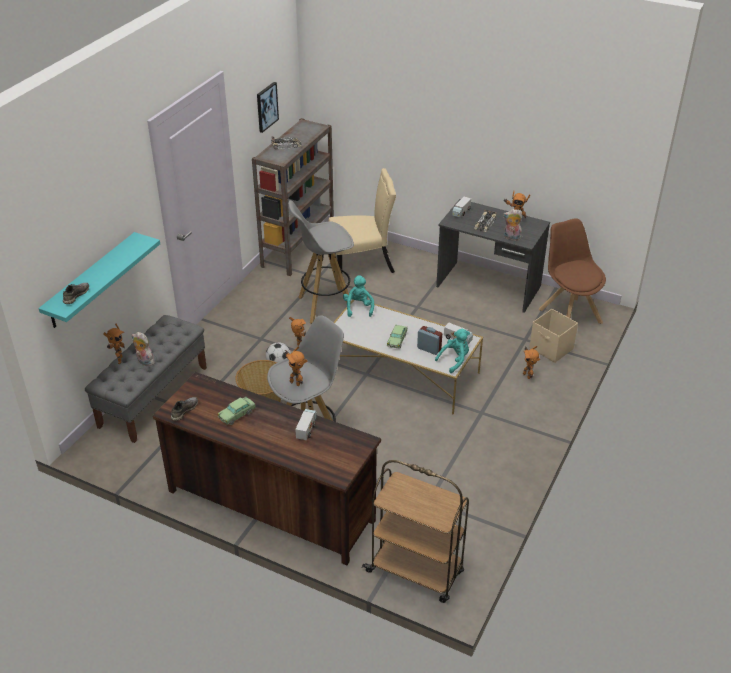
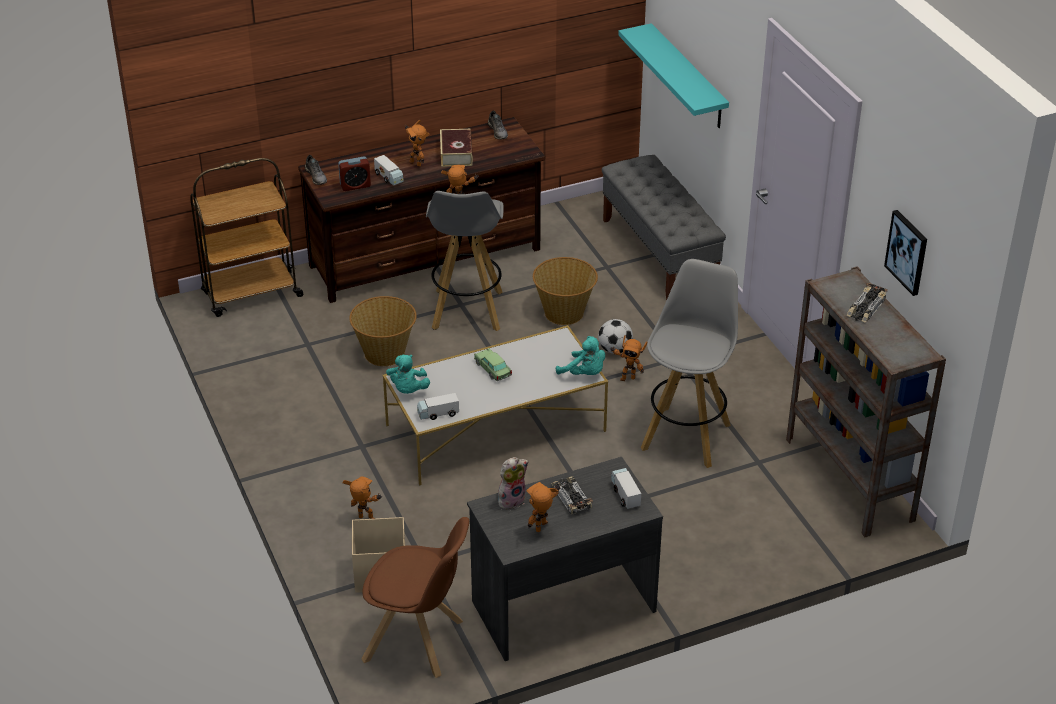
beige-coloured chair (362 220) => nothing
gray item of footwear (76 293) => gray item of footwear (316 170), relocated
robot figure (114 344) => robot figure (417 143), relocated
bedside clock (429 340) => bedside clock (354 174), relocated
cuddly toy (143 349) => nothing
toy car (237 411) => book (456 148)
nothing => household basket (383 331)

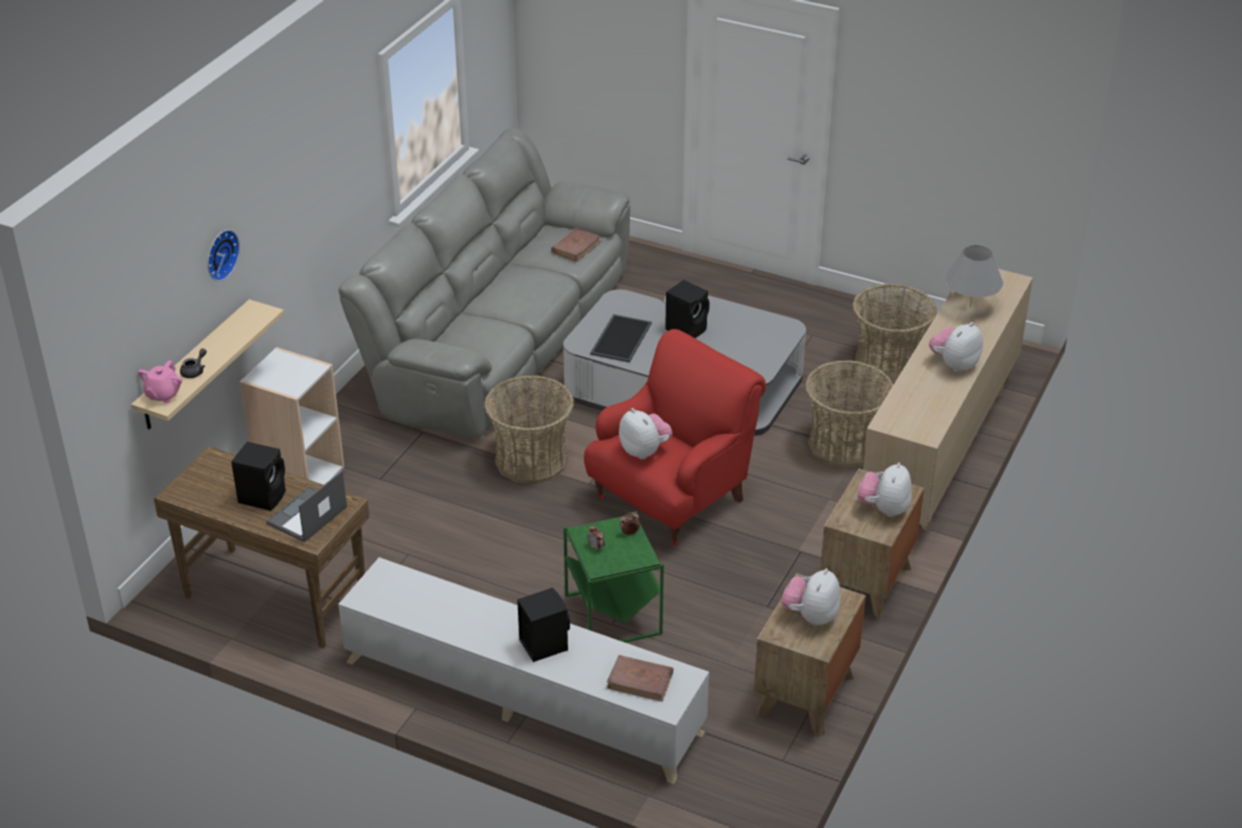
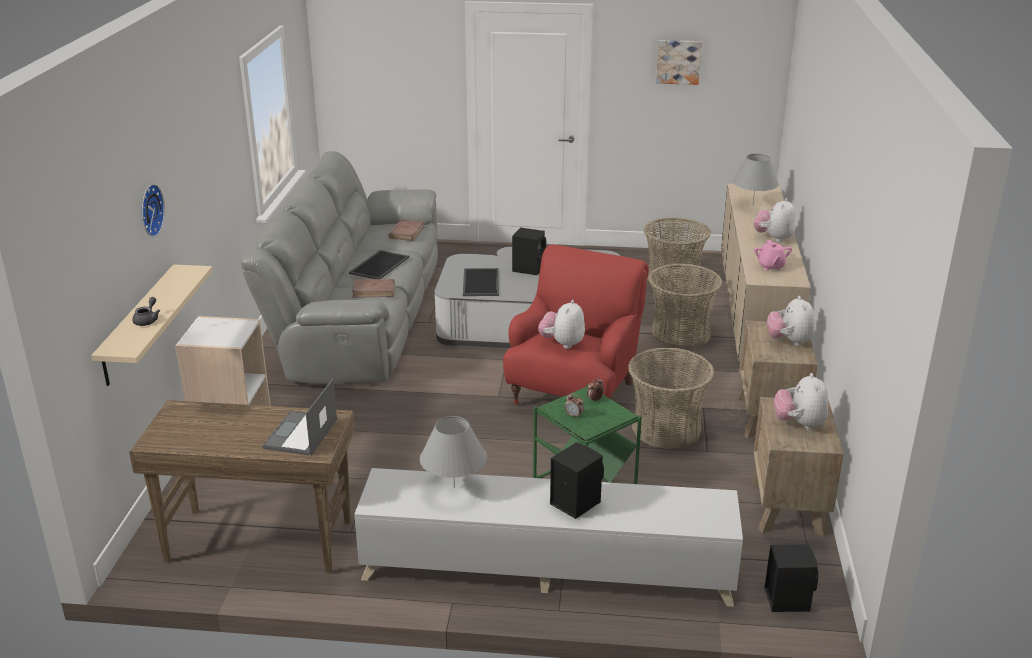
pinkish tea pot (160 381) => pinkish tea pot (773 255), relocated
household basket (529 430) => household basket (671 398), relocated
cuddly toy (645 434) => cuddly toy (561 324), 105 degrees counterclockwise
blackish loudspeaker (258 476) => blackish loudspeaker (791 578), relocated
brown-coloured book (640 678) => brown-coloured book (373 288), relocated
nothing => picture (679 62)
nothing => tray (379 264)
nothing => gray tabletop lamp (453 452)

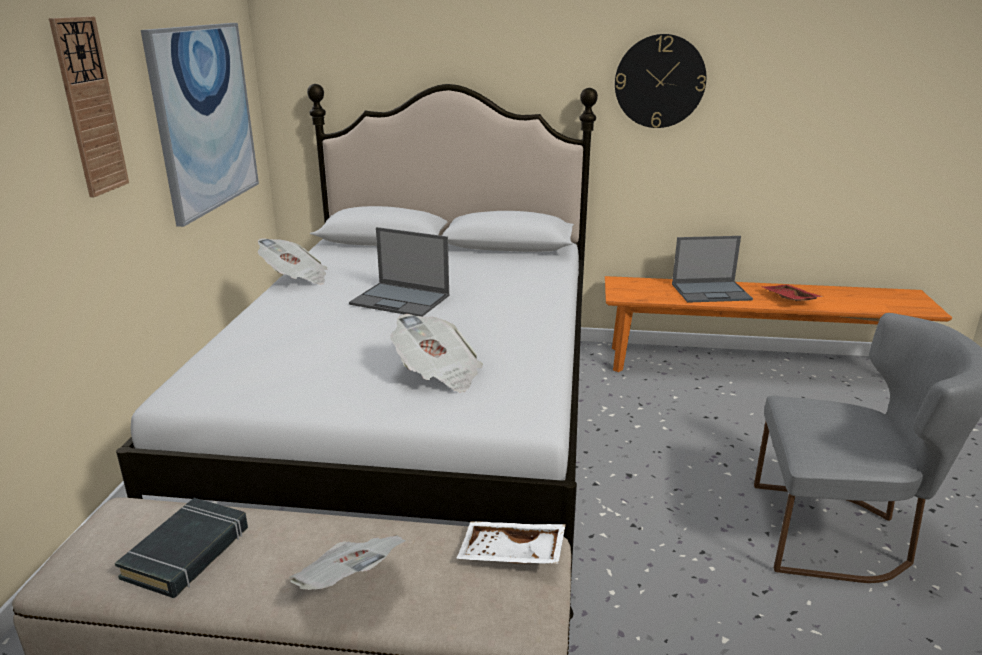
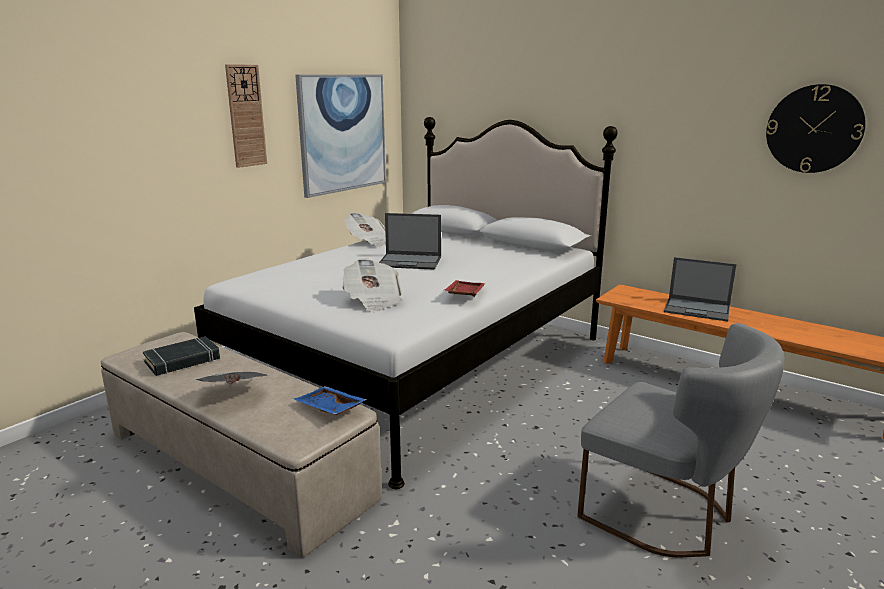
wall clock (660 81) => wall clock (816 128), relocated
notebook computer (399 271) => notebook computer (410 241), 45 degrees counterclockwise
red tray (792 292) => red tray (464 288), relocated
white tray (511 543) => blue-coloured tray (330 400)

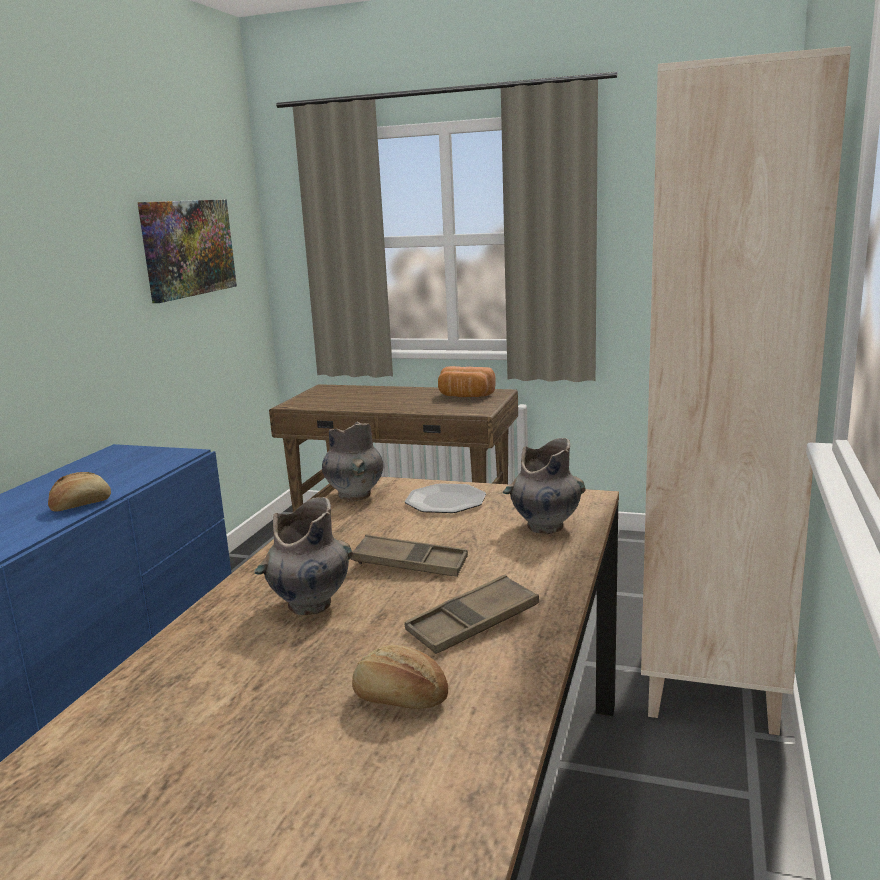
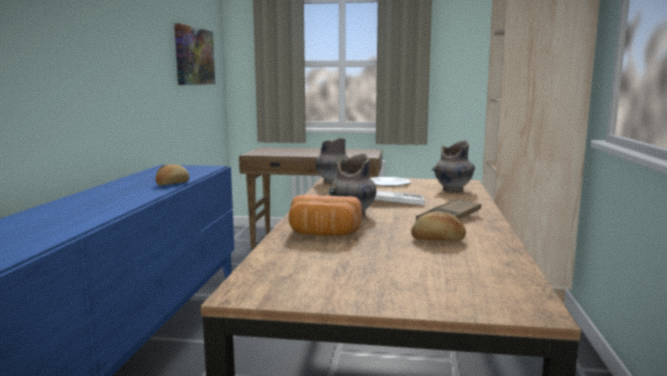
bakery bread (467 381) => bakery bread (325 215), relocated
brown-coloured tray (409 556) => white tray (399 197)

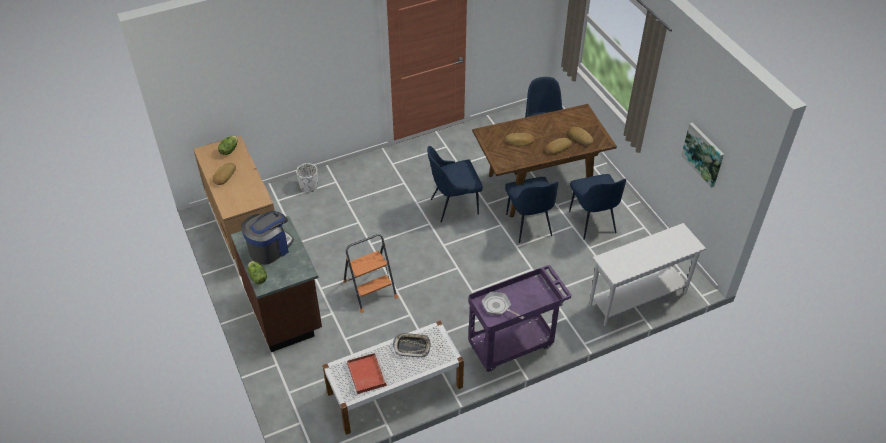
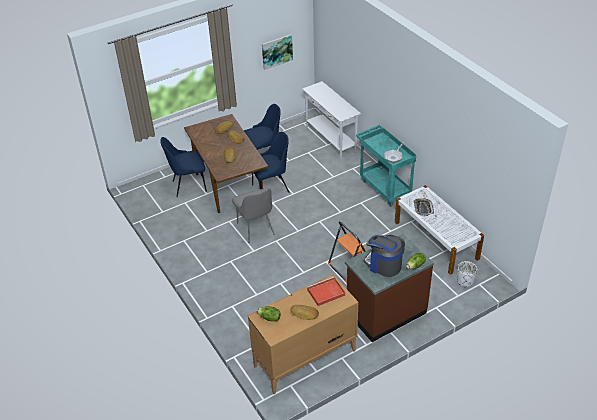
blue-coloured chair (455 184) => gray chair (253 216)
white plant pot (307 177) => white plant pot (467 274), relocated
purplish cart (519 318) => blue-green cart (386 166)
red tray (367 373) => red tray (326 291), relocated

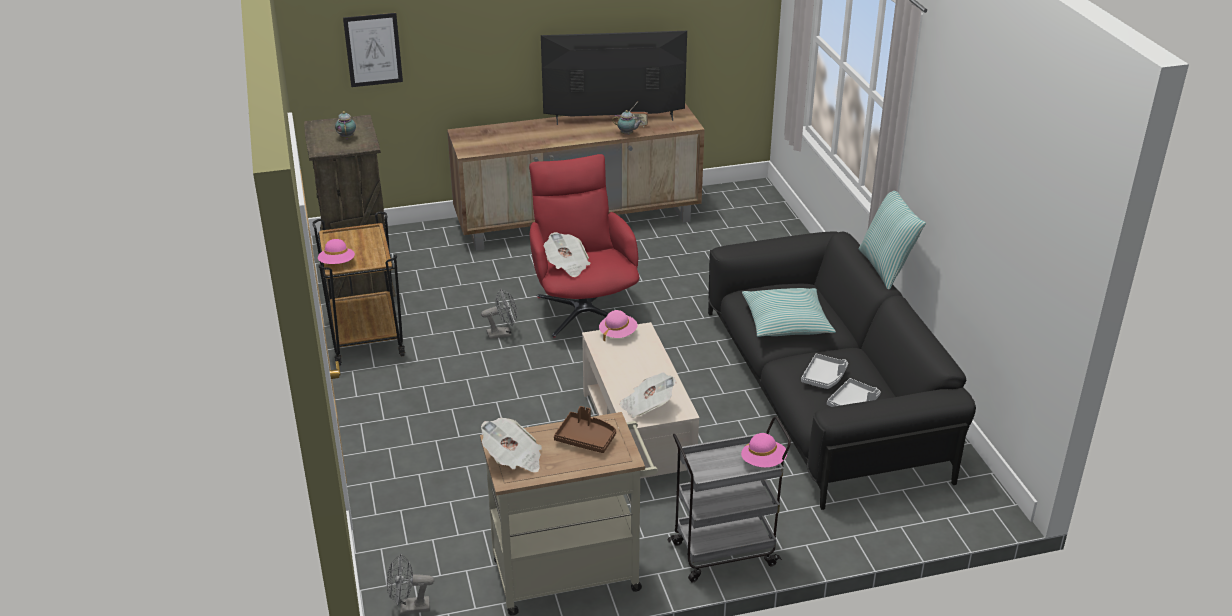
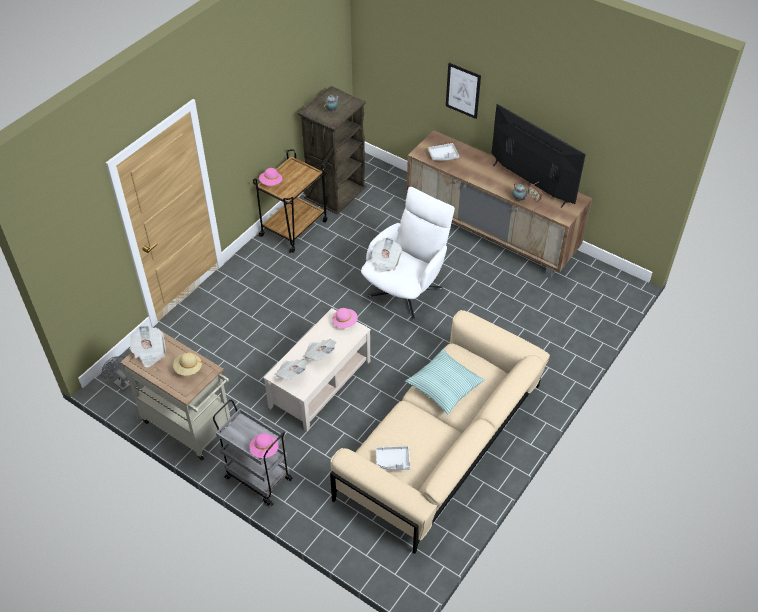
picture (373 50) => picture (463 91), relocated
red armchair (584 246) => white armchair (408 253)
cushion (892 240) => nothing
blackish settee (842 370) => beige-coloured settee (440 432)
gray cooling fan (499 314) => nothing
gray tray (824 371) => gray tray (443 152), relocated
brown-coloured tray (585 429) => beige-coloured wearable hat (188 363)
nothing => printed paper (320 350)

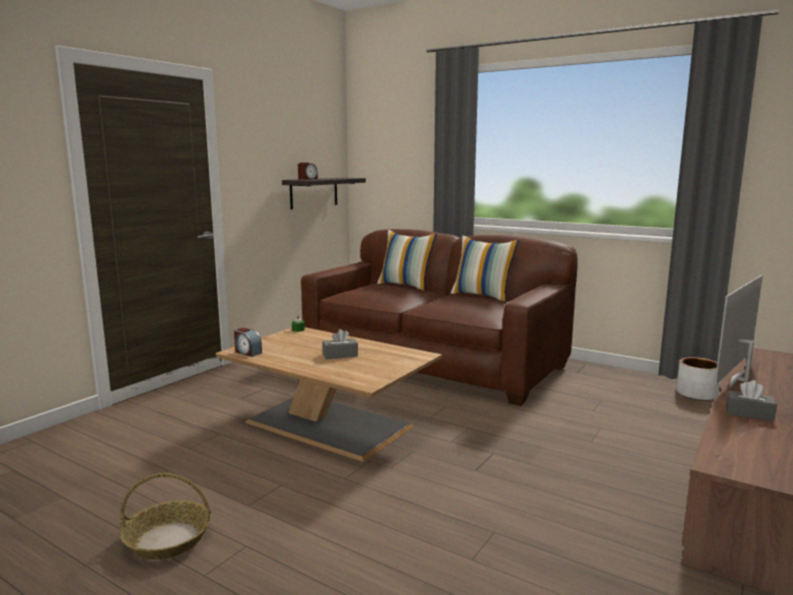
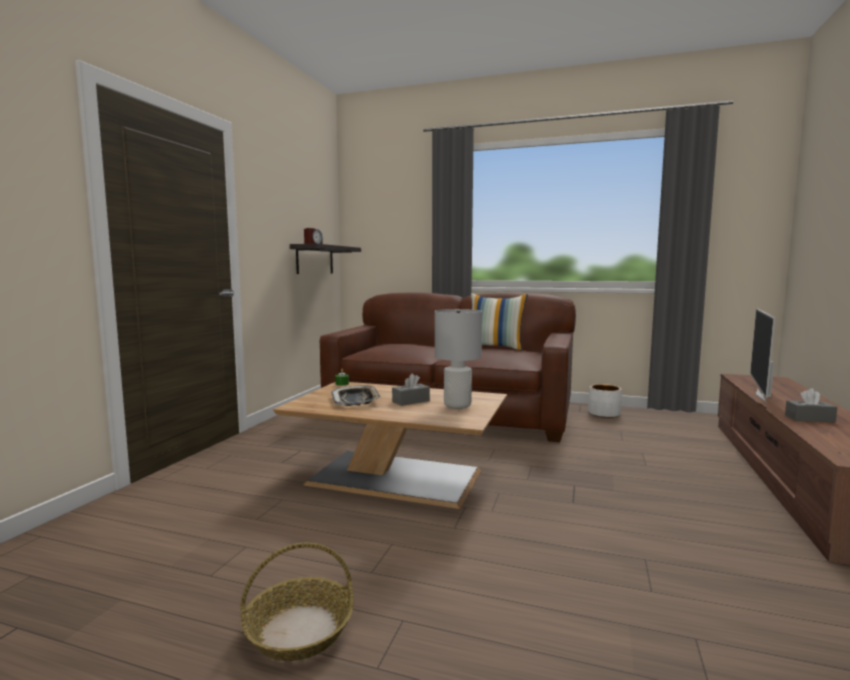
cushion (407 260) => nothing
bedside clock (248 342) => nothing
white plant pot (697 379) => white plant pot (605 401), relocated
nothing => gray tabletop lamp (458 359)
nothing => tray (356 395)

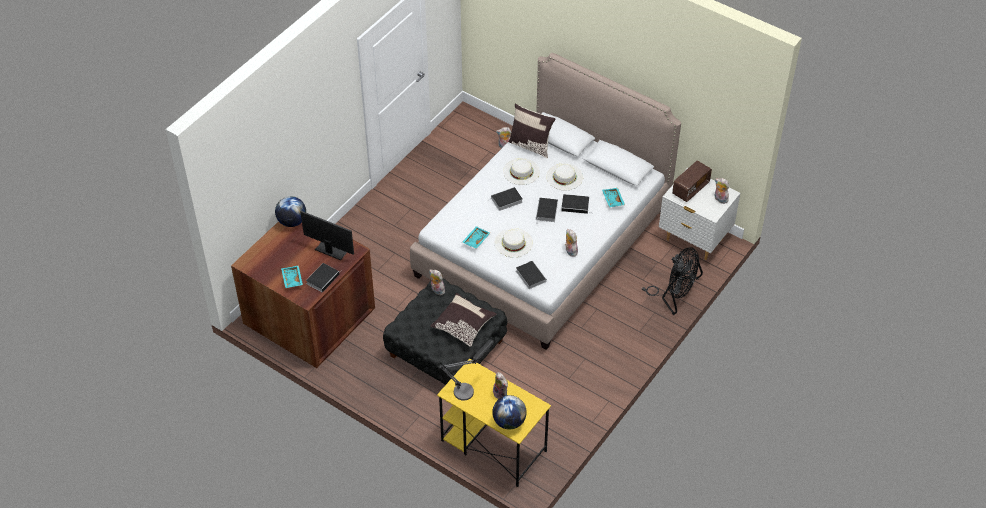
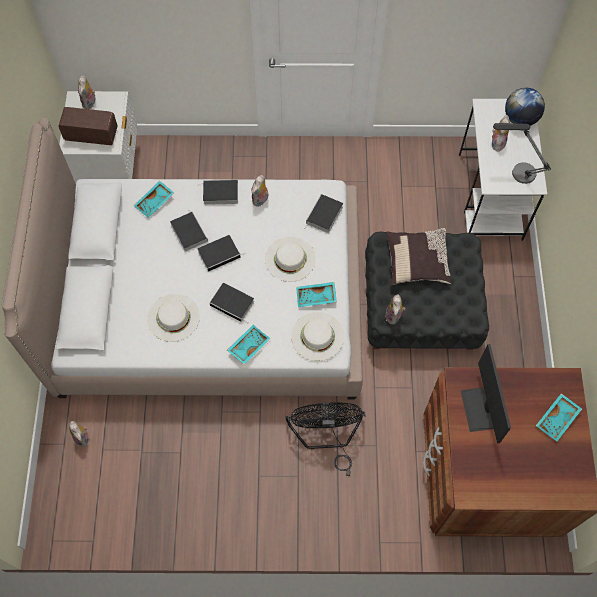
cushion (532 131) => nothing
white wearable hat (564 176) => white wearable hat (317 336), relocated
desk globe (290 211) => nothing
blackish cooling fan (672 281) => blackish cooling fan (325 439), relocated
book (324 278) => book (218 192), relocated
yellowish desk (494 422) => white desk (503 170)
nothing => blue-green tray (249 345)

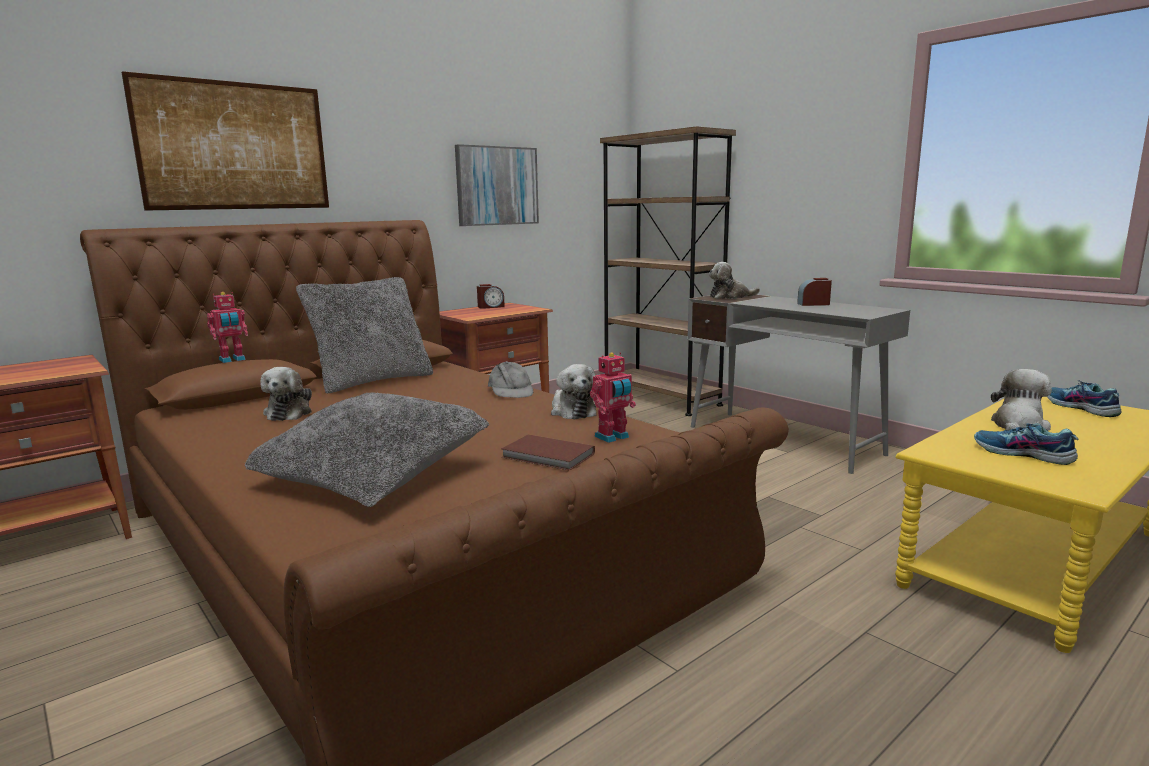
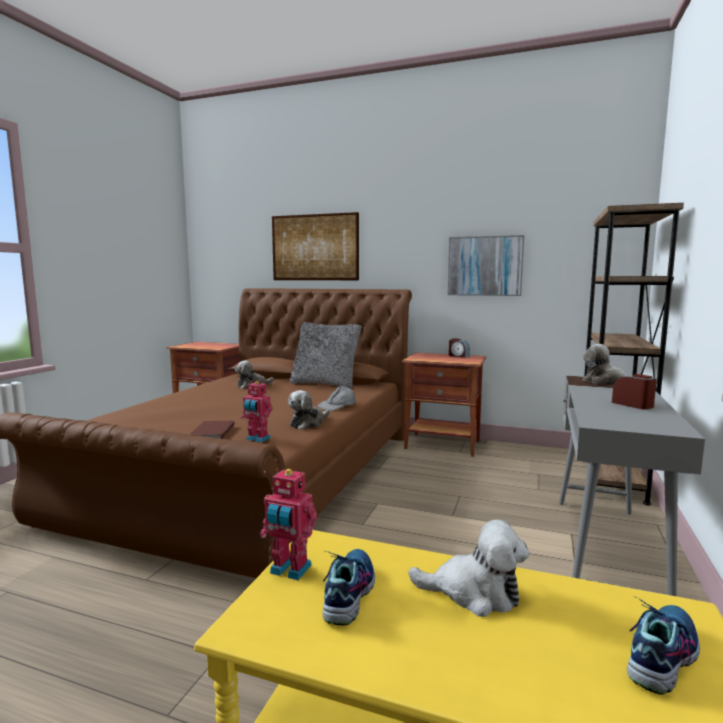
robot figure (227 327) => robot figure (288 524), relocated
gray cushion (367 450) => nothing

